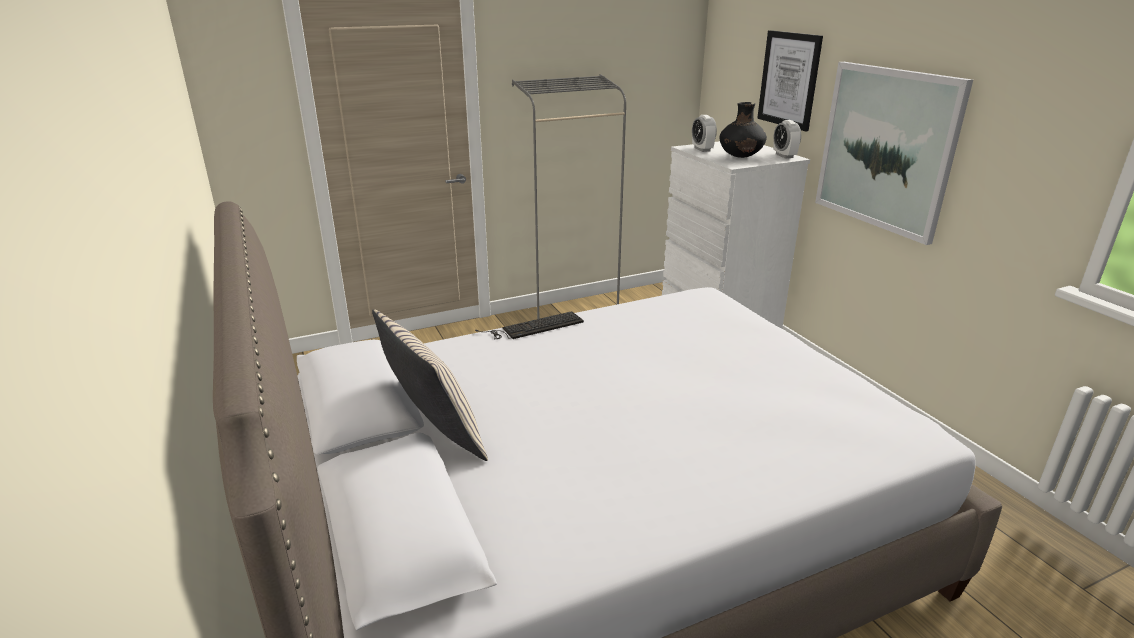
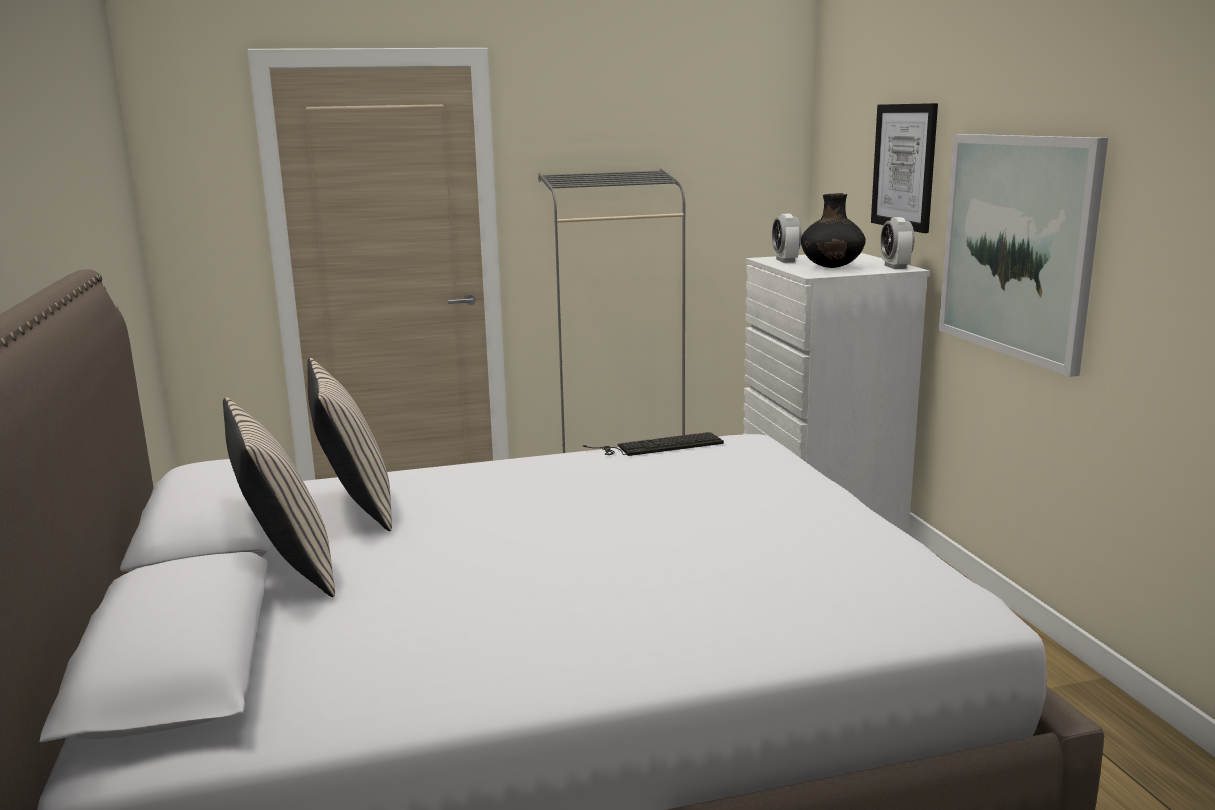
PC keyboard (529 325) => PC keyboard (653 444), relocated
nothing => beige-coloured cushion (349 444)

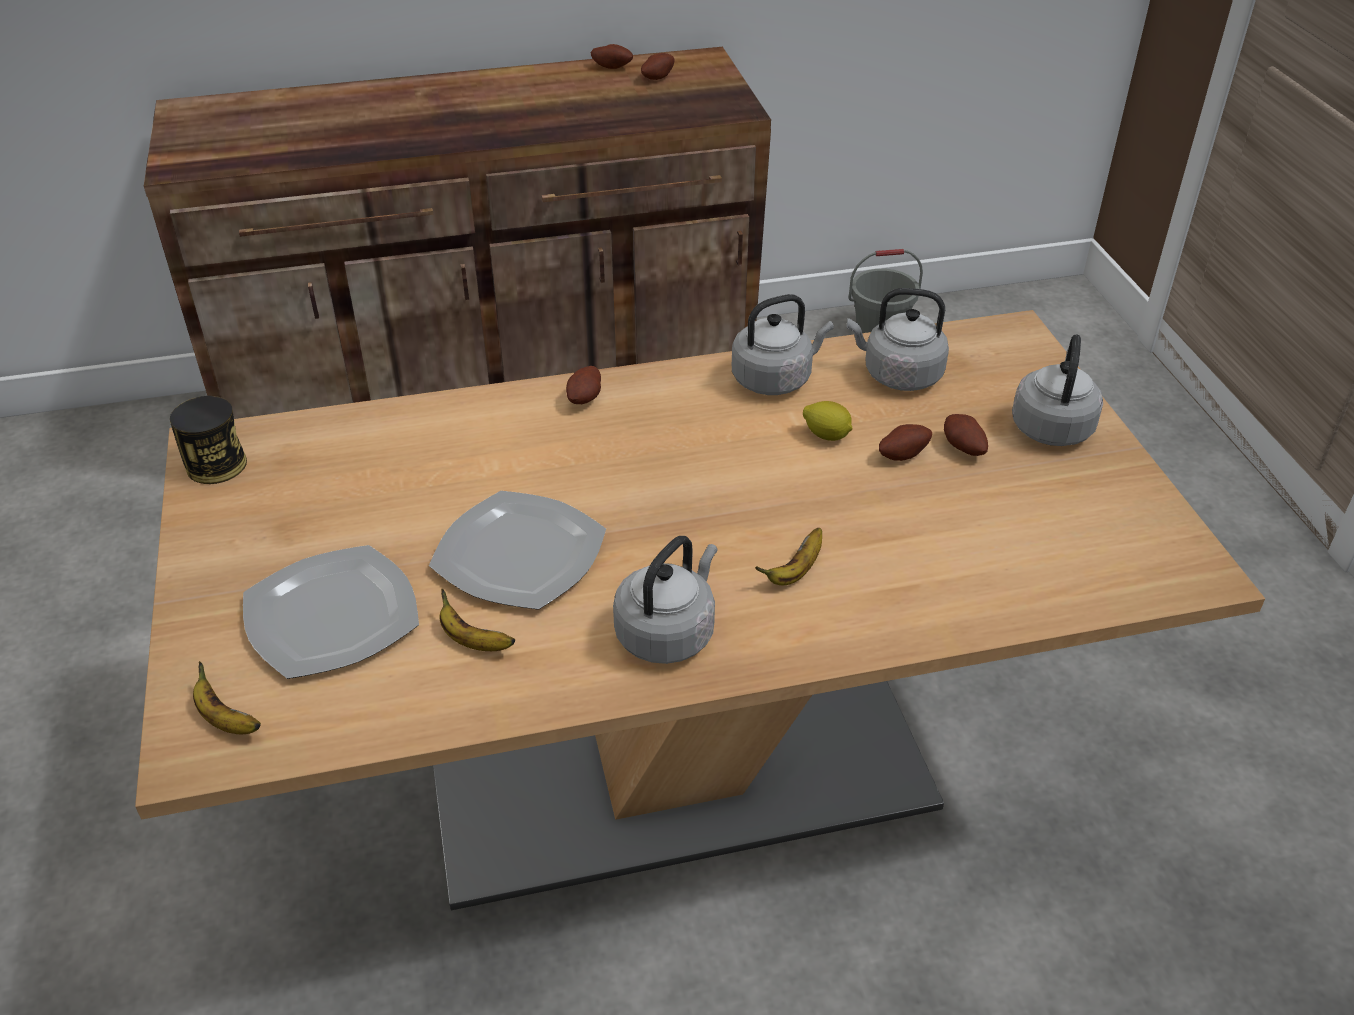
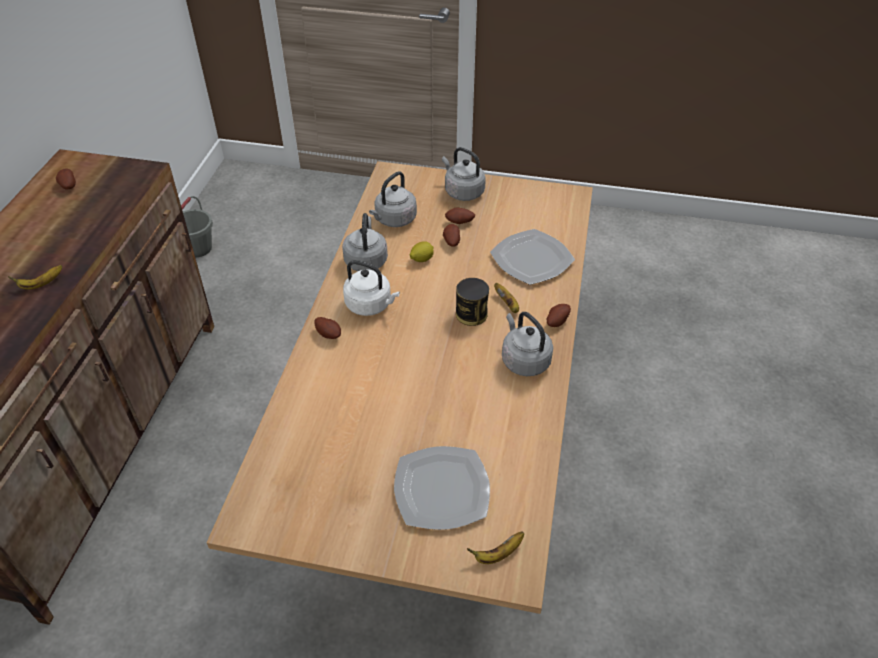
potato (612 56) => potato (558 315), relocated
can (208 440) => can (472 302), relocated
dinner plate (517 550) => dinner plate (532 257), relocated
banana (477 620) => banana (35 277), relocated
nothing => white tea kettle (371 288)

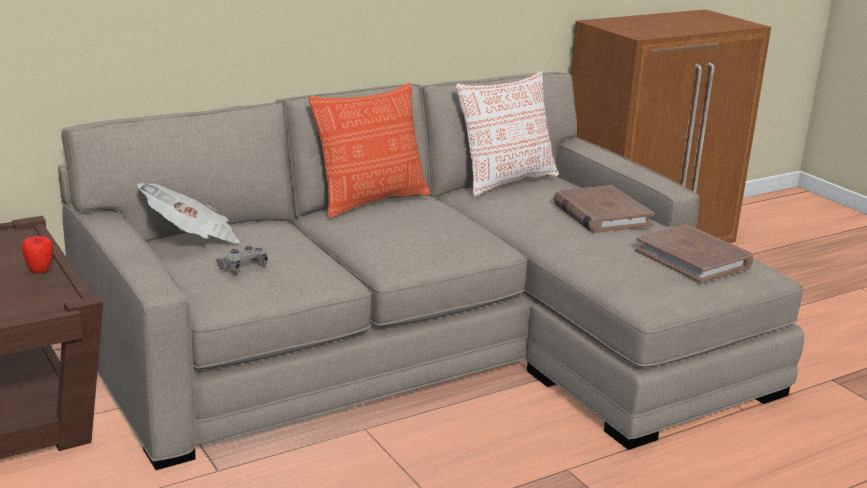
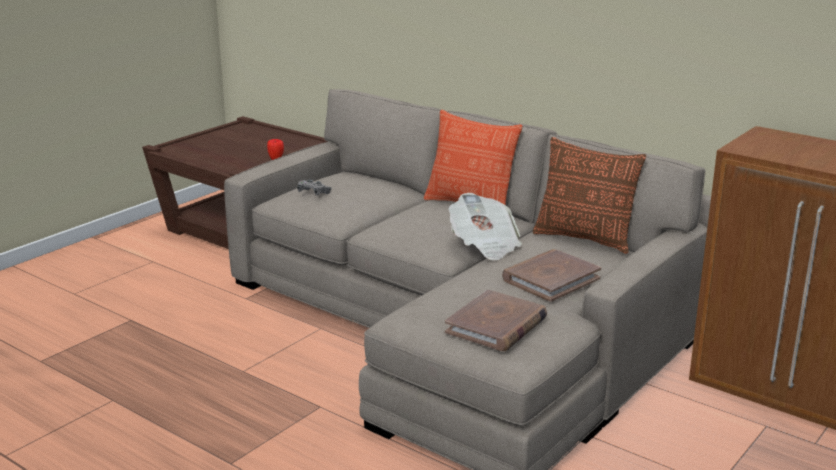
white cushion (507 134) => brown-coloured cushion (589 195)
printed paper (188 213) => printed paper (485 227), relocated

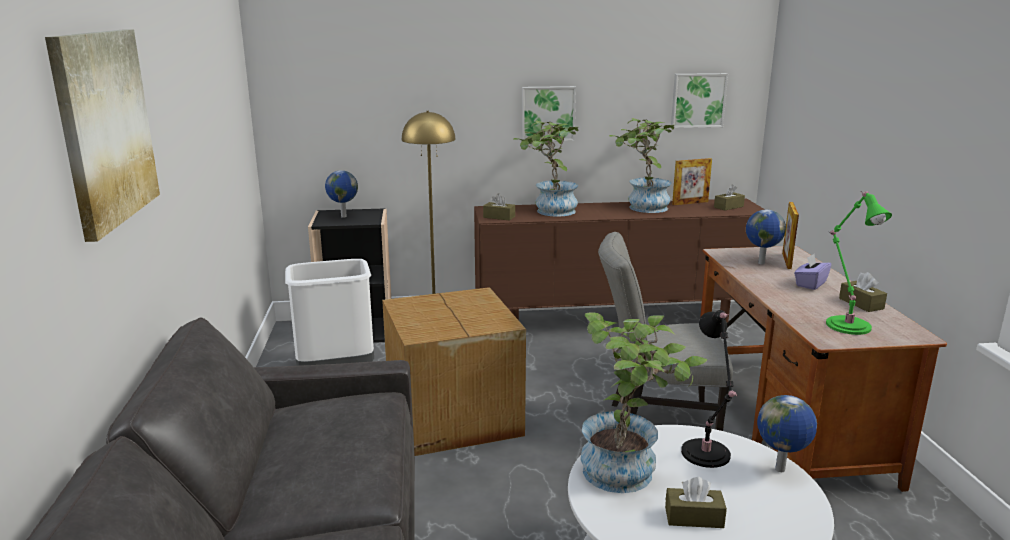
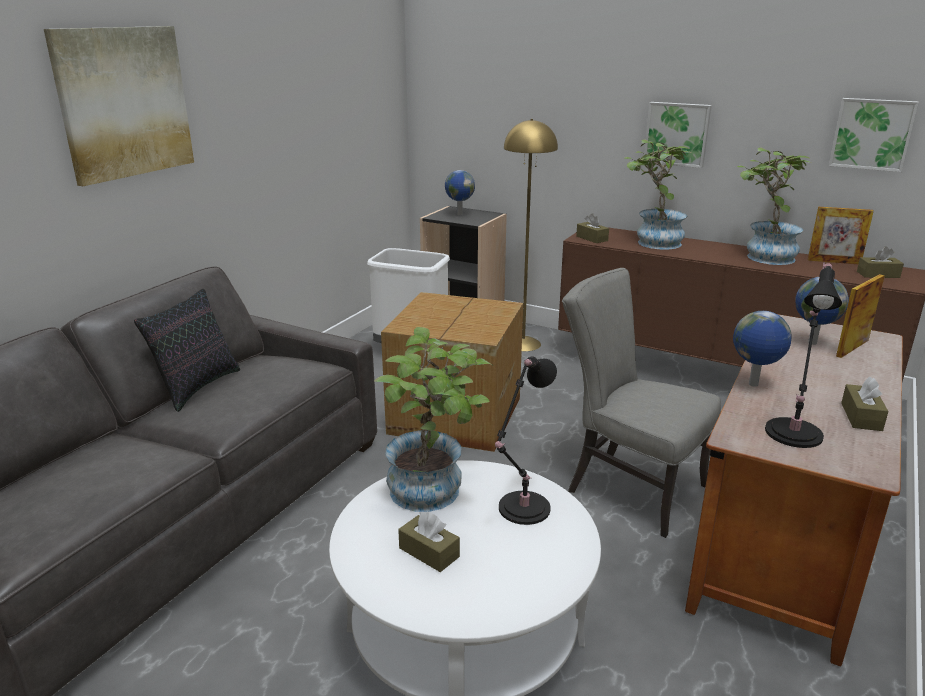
green tabletop lamp (859 263) => blackish tabletop lamp (803 355)
purplish tissue box (812 272) => nothing
desk globe (787 433) => desk globe (762 349), relocated
nothing => blackish cushion (187 350)

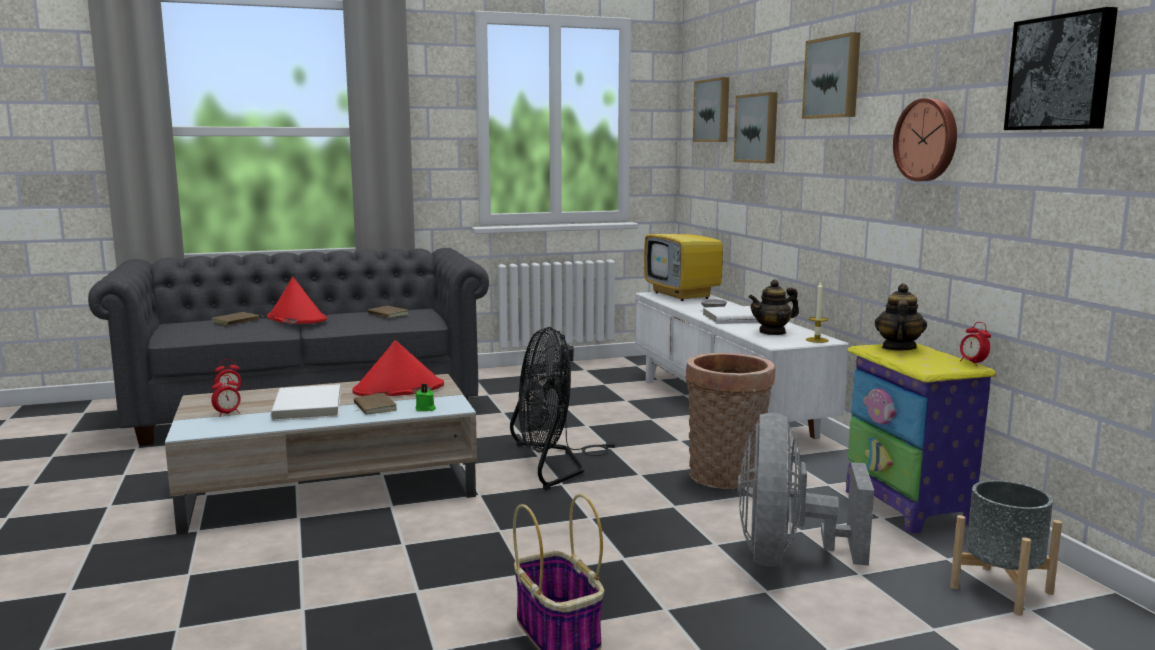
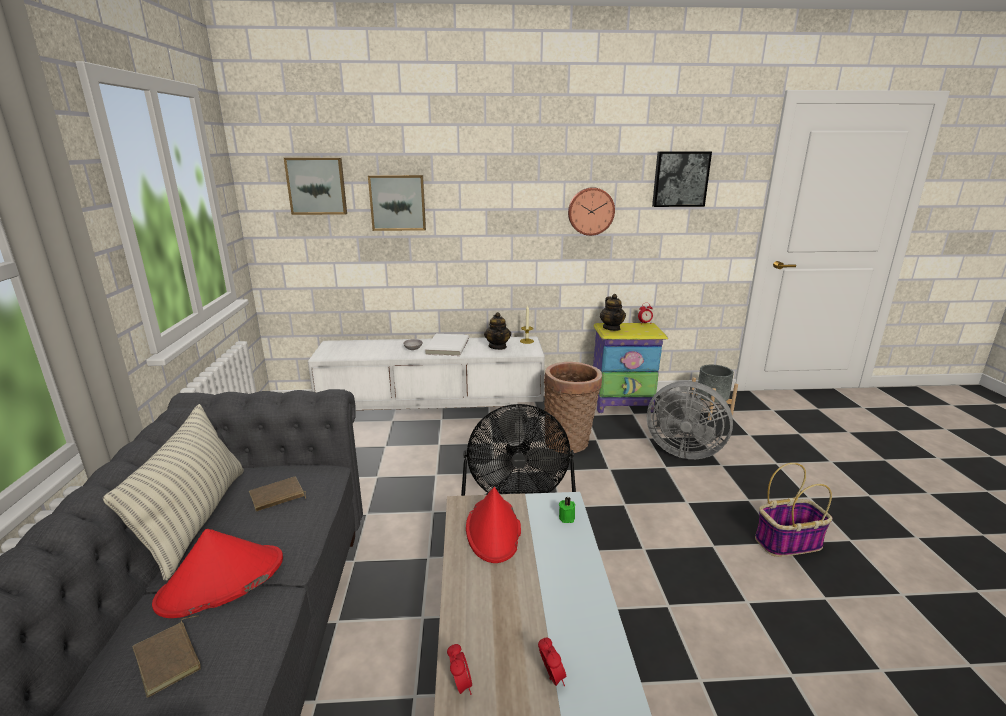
picture (831 75) => nothing
TV (683 250) => nothing
tea pot (901 316) => tea pot (613 312), 135 degrees counterclockwise
white book (305 402) => nothing
brown-coloured book (375 404) => nothing
nothing => cushion (173 492)

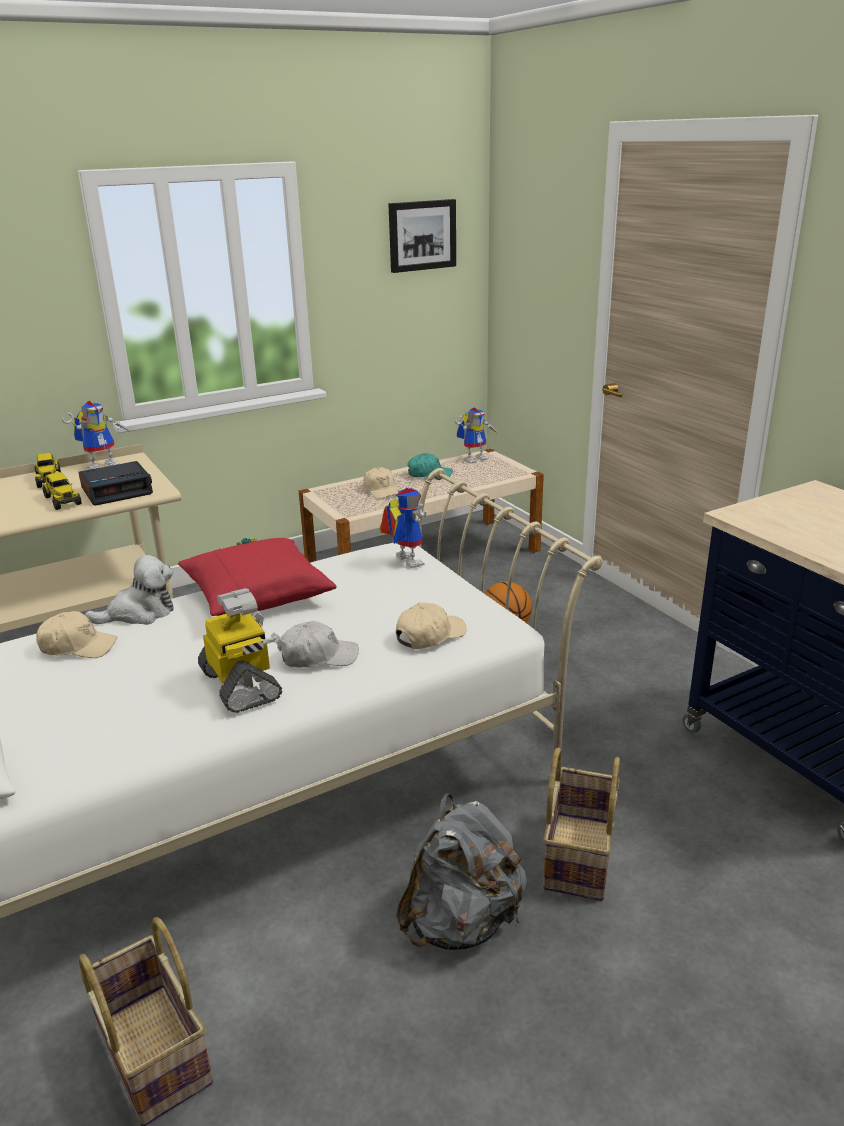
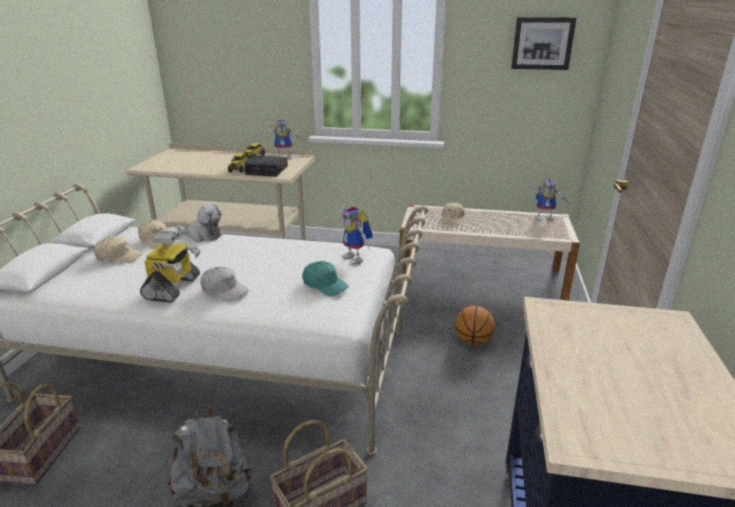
blue-green peaked cap (430 465) => blue-green peaked cap (325 278), relocated
robot figure (403 528) => robot figure (355 235), 135 degrees clockwise
red cushion (257 576) => nothing
beige-coloured peaked cap (431 626) => beige-coloured peaked cap (118 249), relocated

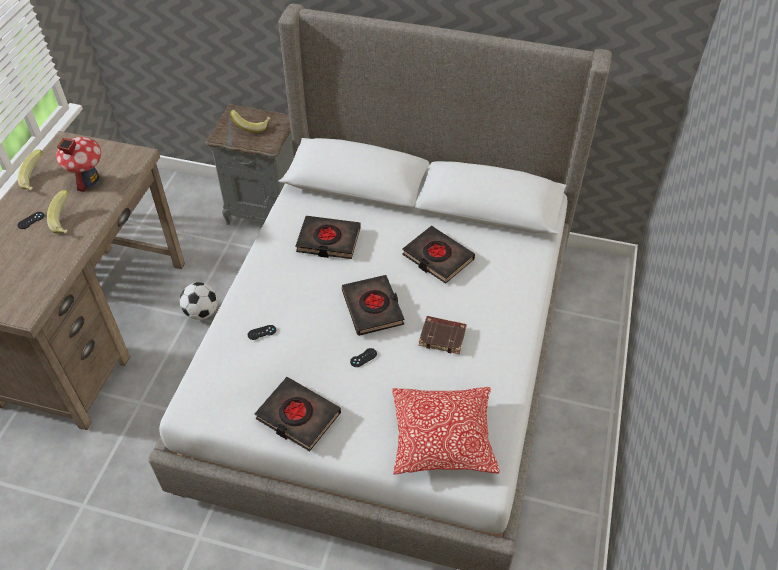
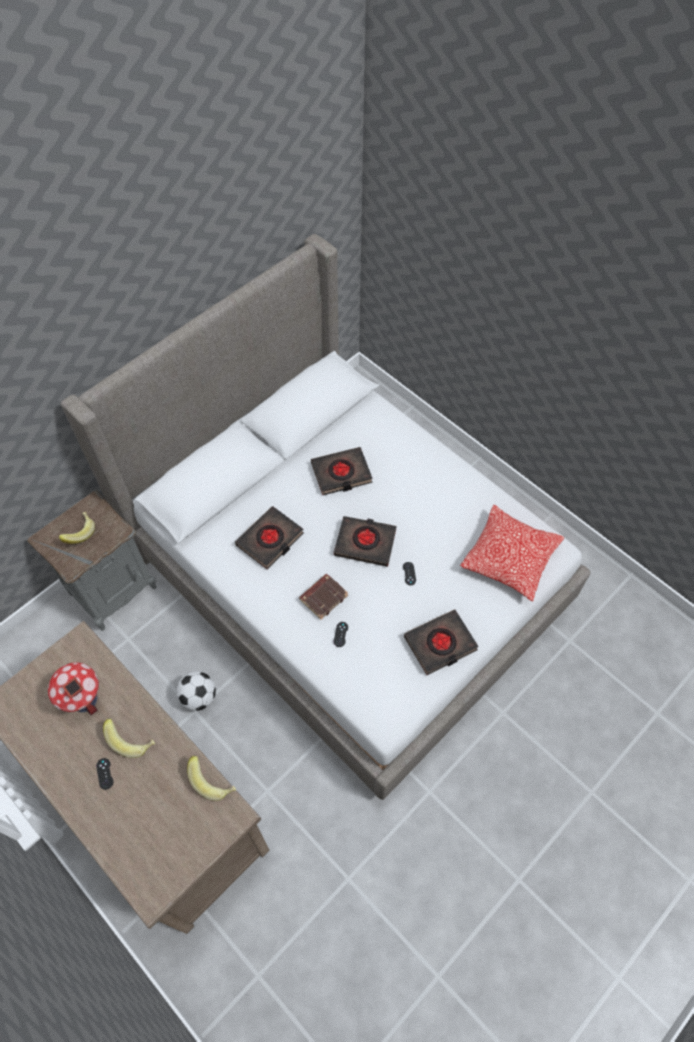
banana (30 170) => banana (211 778), relocated
brown-coloured book (442 335) => brown-coloured book (323 597), relocated

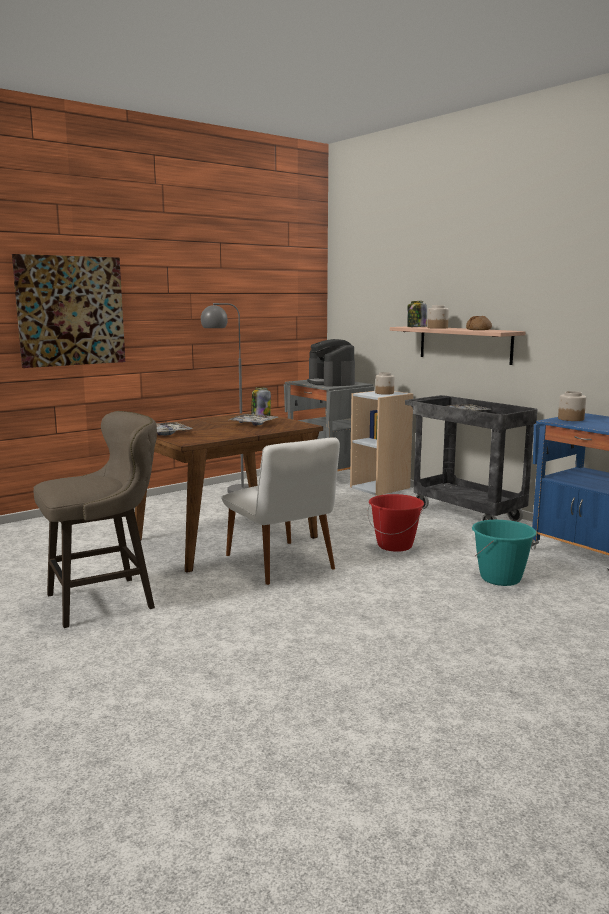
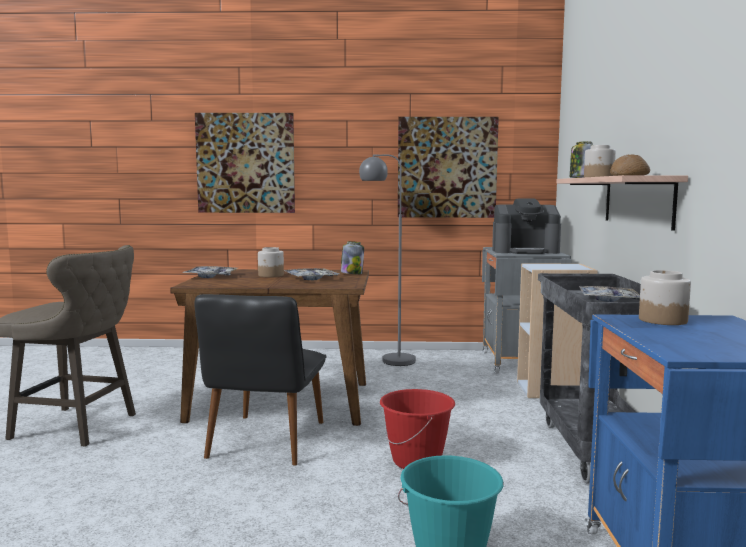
coffee machine (331 363) => coffee machine (526 226), 105 degrees counterclockwise
storage jar (385 383) => storage jar (271 262), relocated
white chair (280 511) => blackish chair (260 380)
nothing => picture (448 167)

